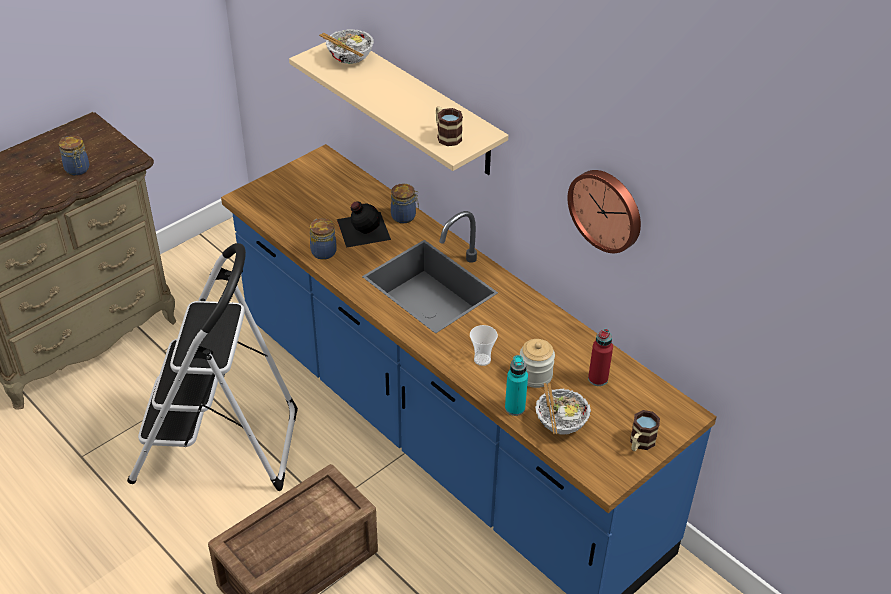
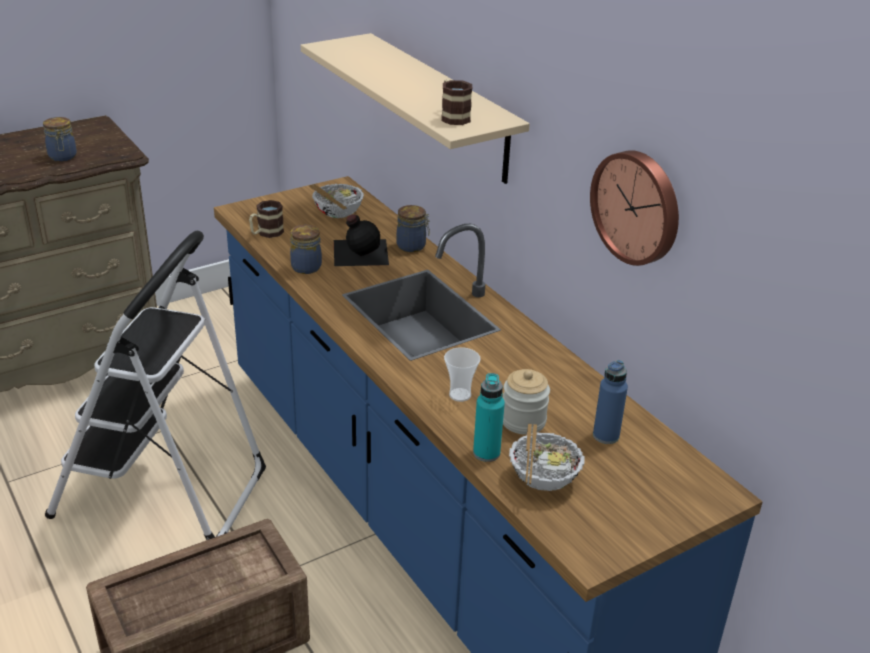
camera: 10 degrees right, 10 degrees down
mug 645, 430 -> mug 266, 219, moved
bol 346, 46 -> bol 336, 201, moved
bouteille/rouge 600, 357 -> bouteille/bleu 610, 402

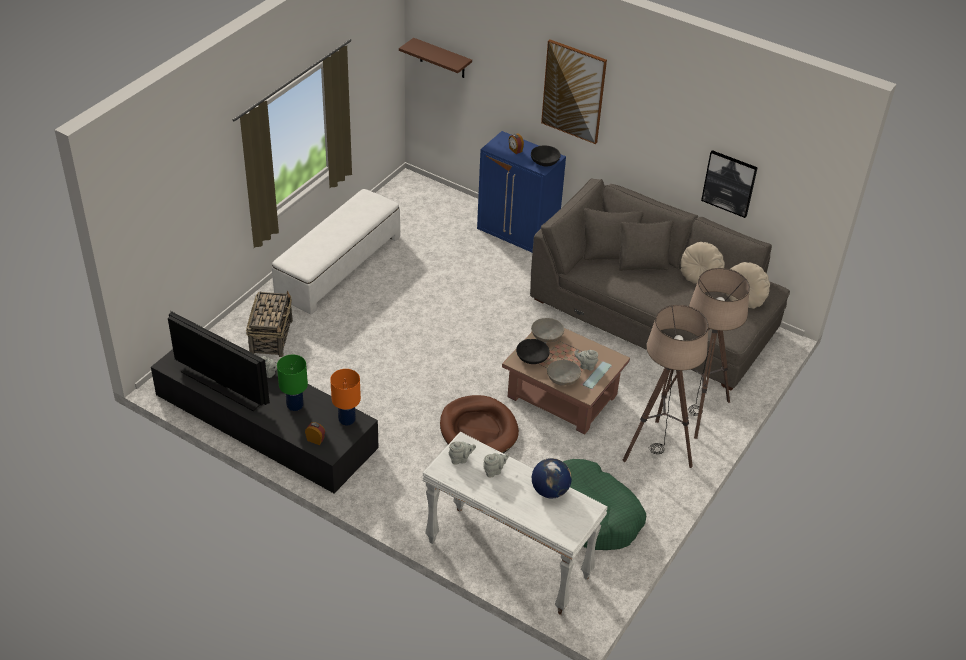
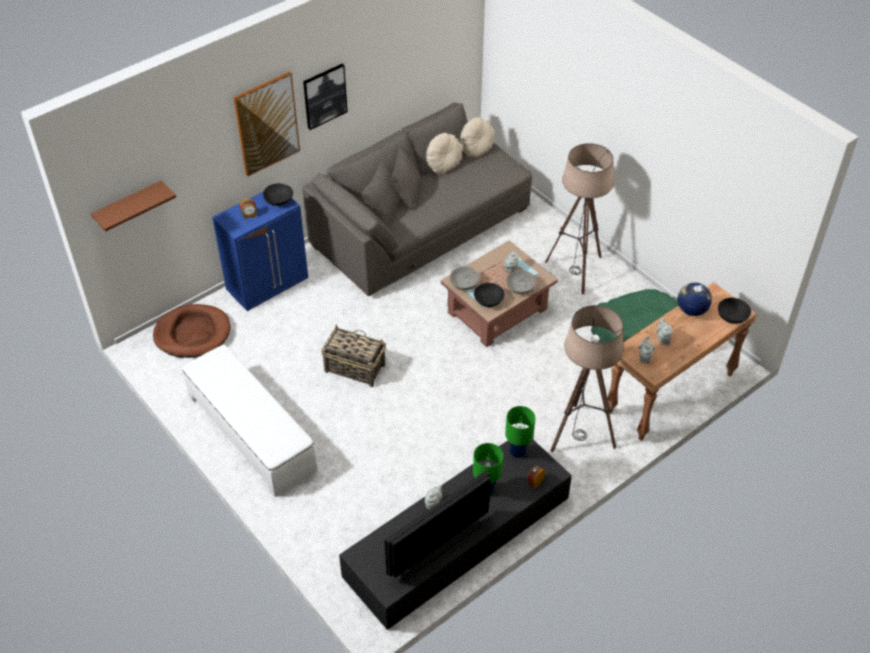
camera: 70 degrees left, 5 degrees up
panier pour chien/marron 479, 424 -> panier pour chien/marron 191, 331, moved
tableau 729, 184 -> tableau 325, 97, moved
panier 269, 324 -> panier 353, 356, moved
lampe de table/orange 345, 397 -> lampe de table/vert 520, 432
lampadaire 708, 353 -> lampadaire 586, 378, moved
table console/blanc 515, 523 -> table console/marron 682, 361
none -> bol/noir 734, 311

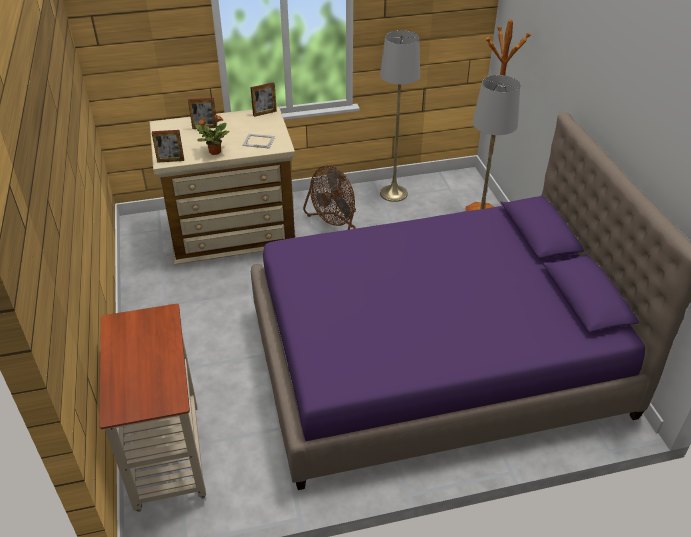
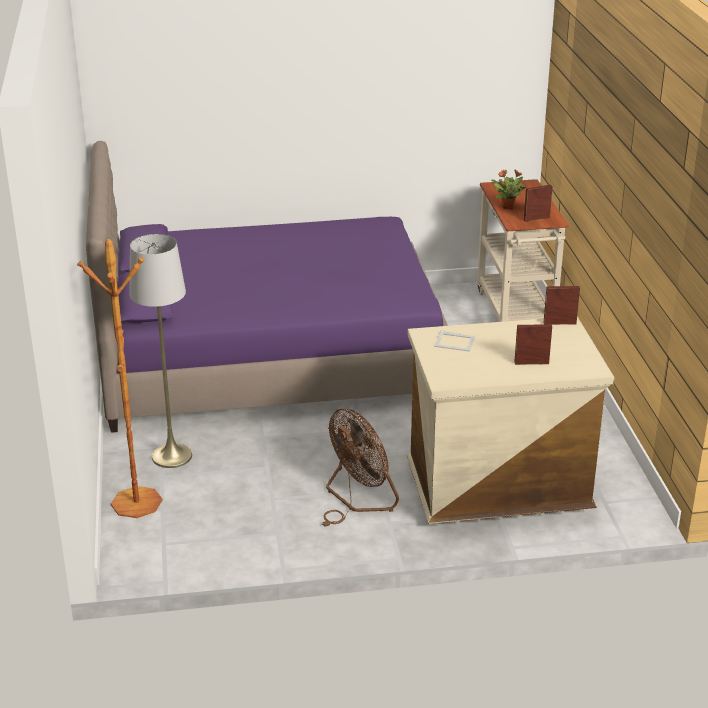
camera: 175 degrees left, 10 degrees down
plante en pot 212, 134 -> plante en pot 509, 189, moved
cadre photo 263, 99 -> cadre photo 538, 203, moved
lampadaire/gris 400, 116 -> none

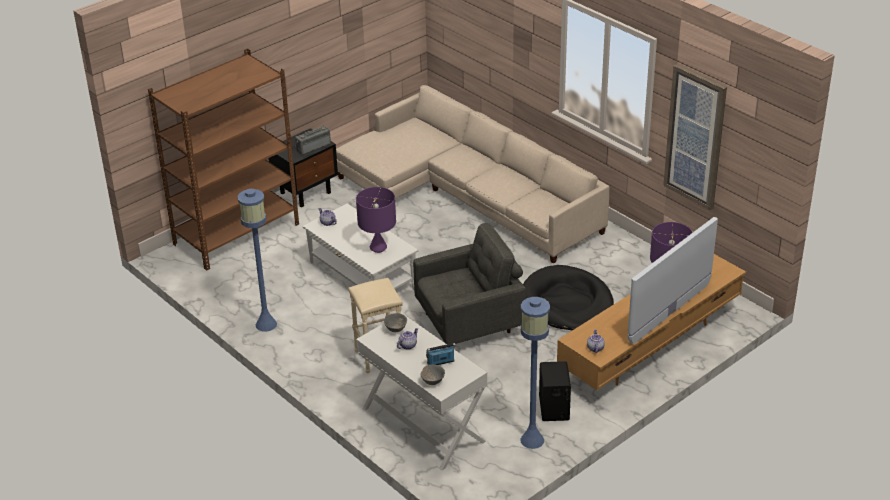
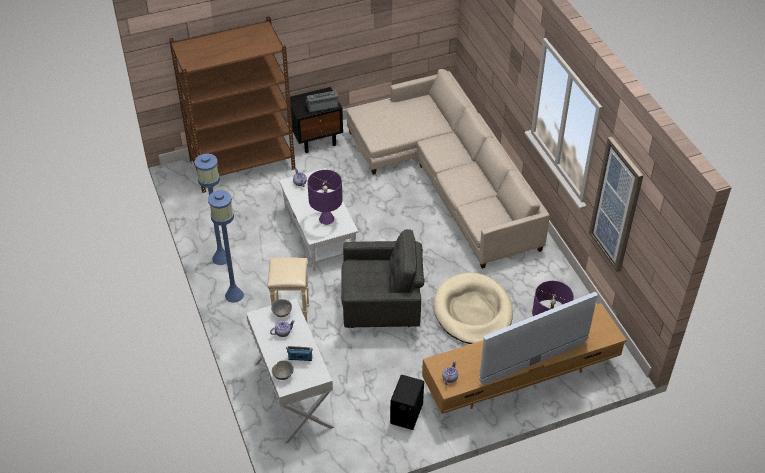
camera: 20 degrees right, 10 degrees up
lampadaire/bleu 535, 373 -> lampadaire/bleu 226, 246, moved
panier pour chien/noir 568, 297 -> panier pour chien/beige 473, 308

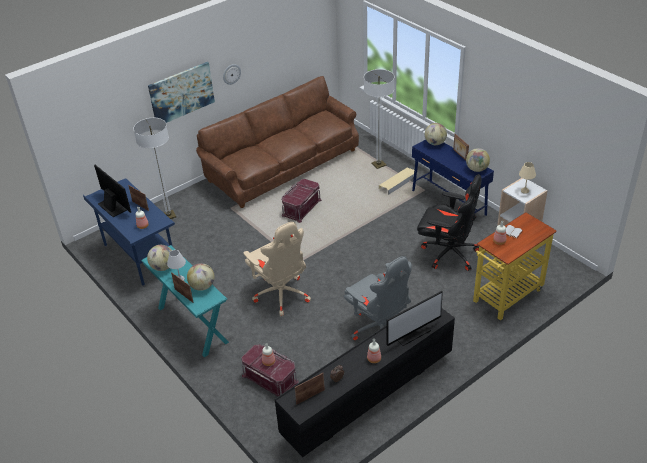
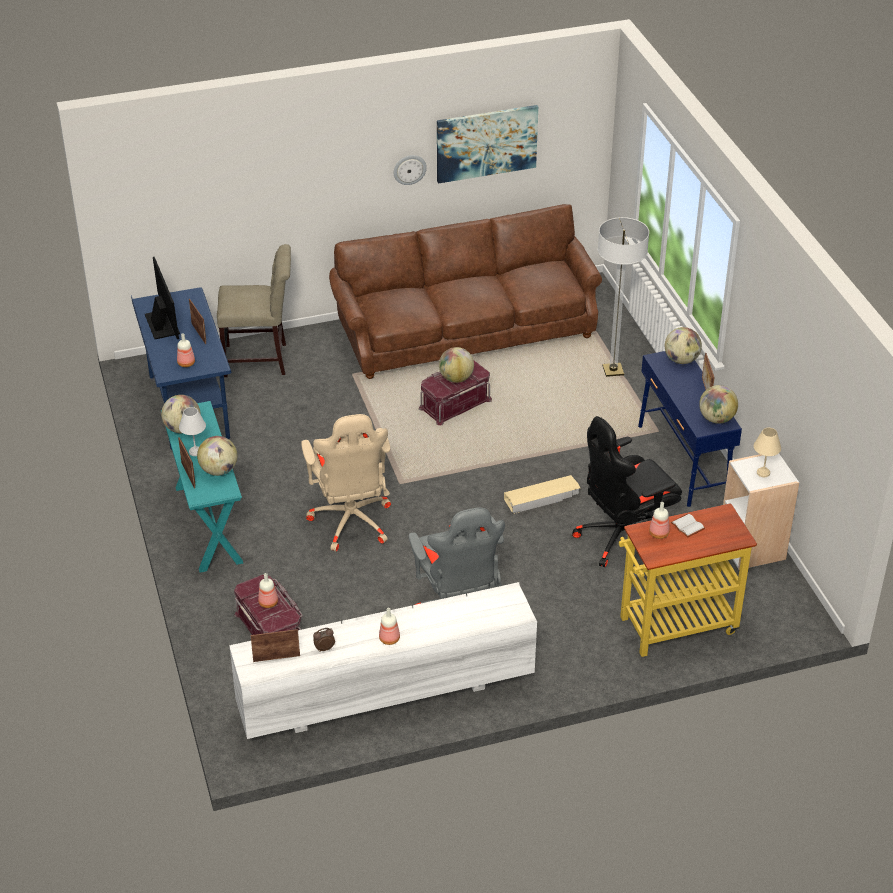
camera: 20 degrees right, 0 degrees up
lampadaire 154, 168 -> chaise/beige 254, 310
meuble de rangement/noir 365, 377 -> meuble de rangement/blanc 383, 660
tableau 181, 92 -> tableau 487, 144, moved
none -> globe 456, 365
boîte de rangement/beige 396, 181 -> boîte de rangement/beige 542, 494, moved
chaise de bureau/noir 449, 222 -> chaise de bureau/noir 627, 491, 105 degrees clockwise
écran d'ordinateur 415, 318 -> none

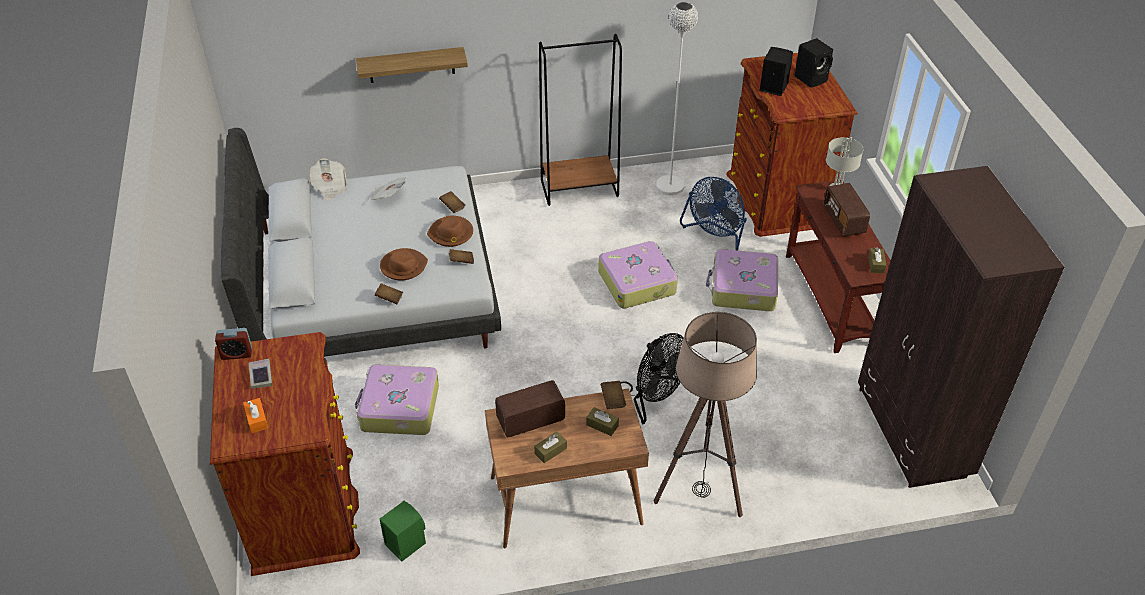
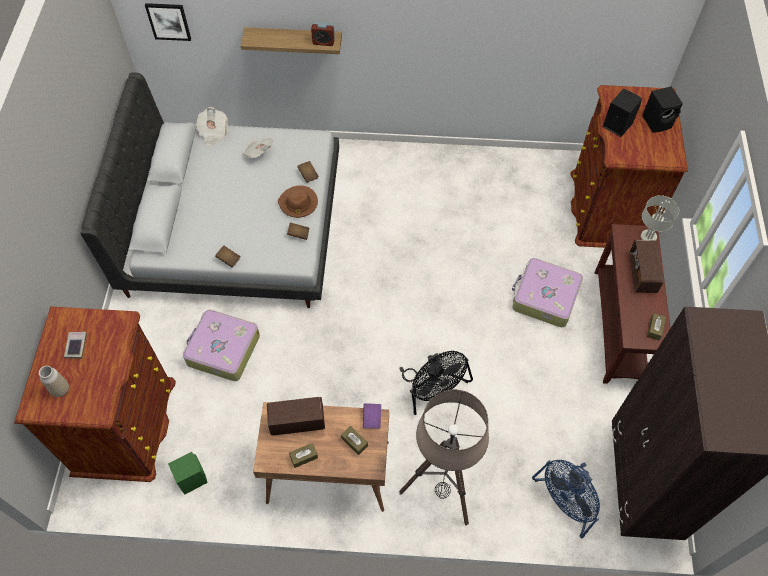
camera: 15 degrees right, 15 degrees up
boîte à mouchoirs/orange 255, 415 -> vase 54, 381
none -> tableau 168, 22
réveil 233, 344 -> réveil 323, 34, moved
livre/marron 613, 395 -> livre/violet 372, 416
ventilateur/bleu 713, 213 -> ventilateur/bleu 566, 499, moved
chapeau/marron 404, 264 -> none
portant 580, 120 -> none
valise 638, 275 -> none
lampadaire/blanc 677, 98 -> none

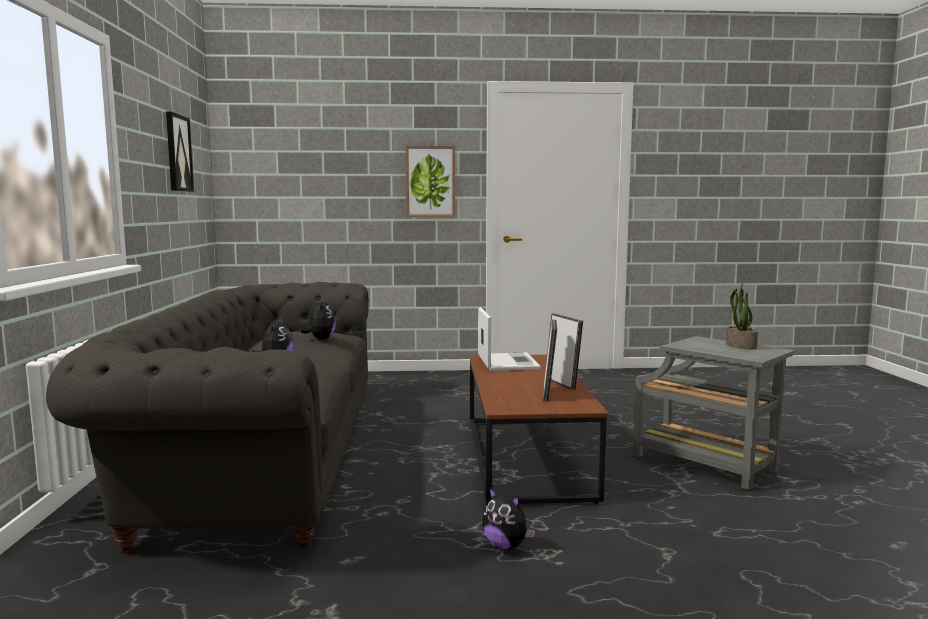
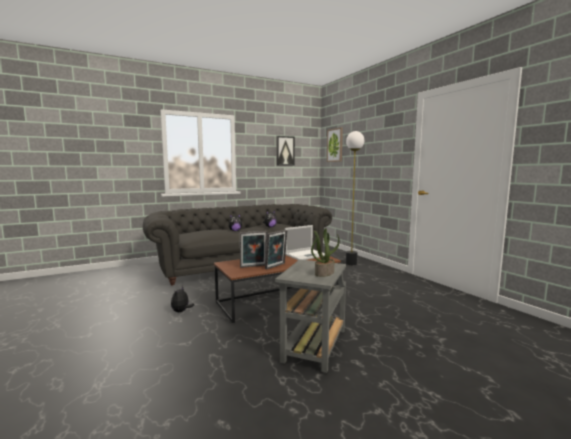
camera: 65 degrees right, 0 degrees up
tableau 430, 181 -> tableau 335, 144, moved
none -> lampadaire 355, 198

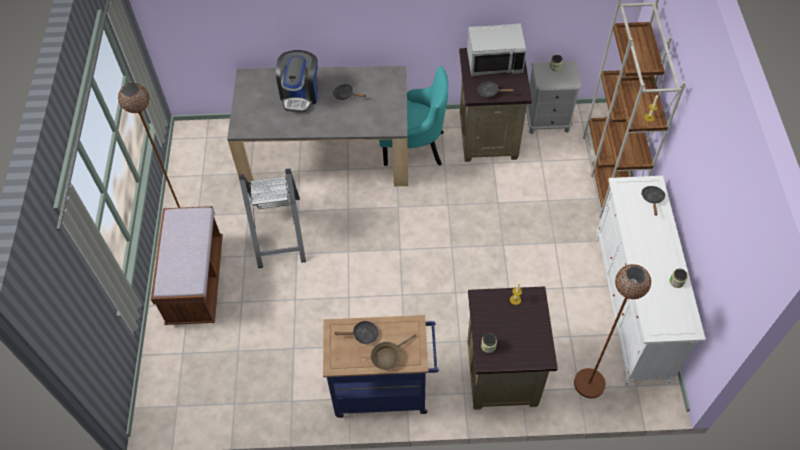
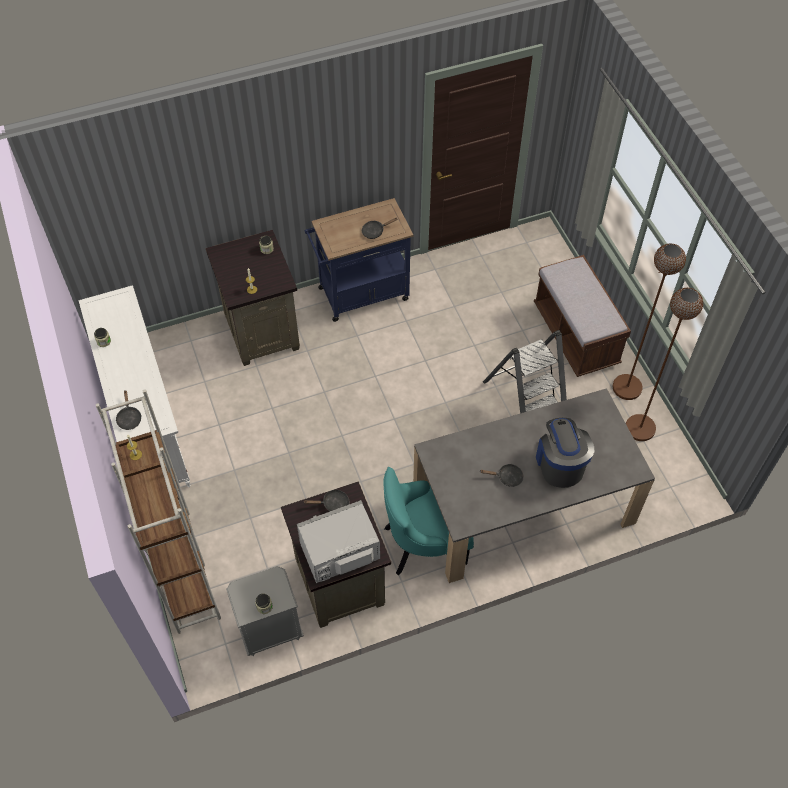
camera: 160 degrees right, 0 degrees up
lampadaire/marron 612, 331 -> lampadaire/marron 664, 364, moved
poêle/marron 394, 352 -> none

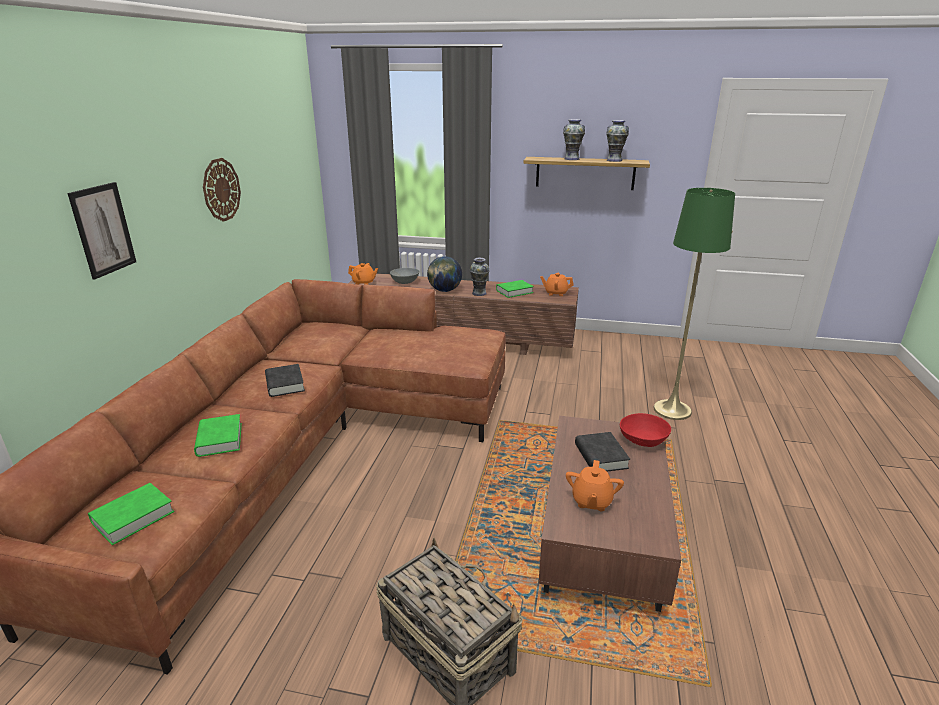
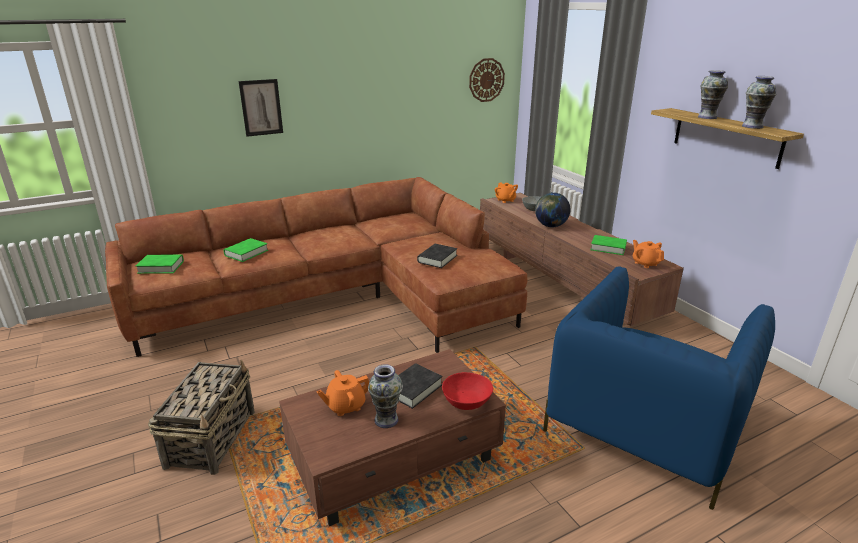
camera: 50 degrees right, 0 degrees up
vase 480, 277 -> vase 385, 396, moved
livre/noir 285, 380 -> livre/noir 437, 256, moved
horloge murale 222, 190 -> horloge murale 487, 80, moved
lampadaire/vert 694, 304 -> fauteuil/bleu 659, 388

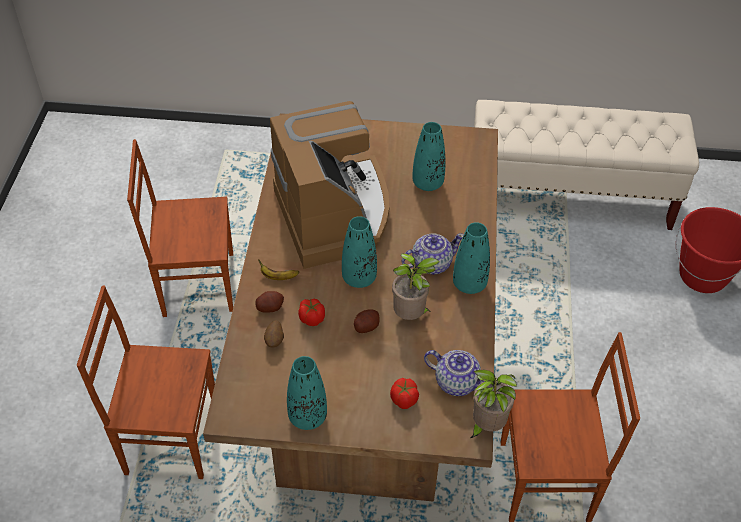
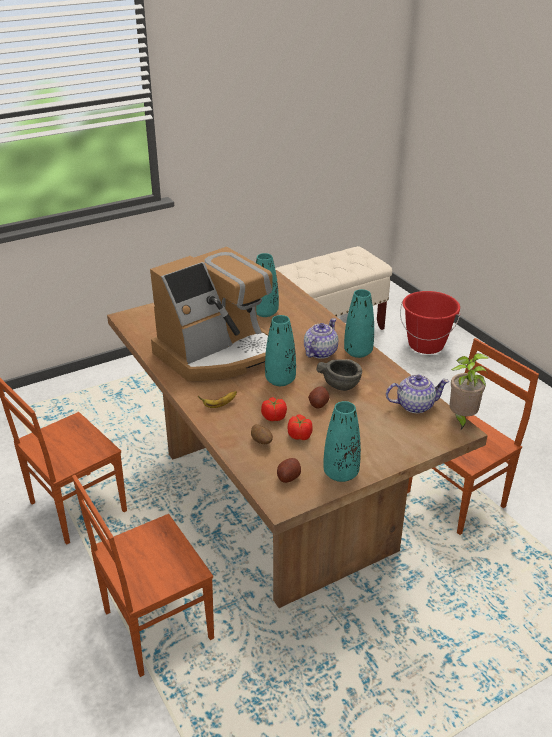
camera: 35 degrees left, 15 degrees down
machine à café 329, 185 -> machine à café 211, 314, 105 degrees clockwise
pomme de terre 270, 302 -> pomme de terre 289, 470, moved
tomate 404, 393 -> tomate 300, 427, moved
plante en pot 415, 286 -> bol/gris 339, 375

